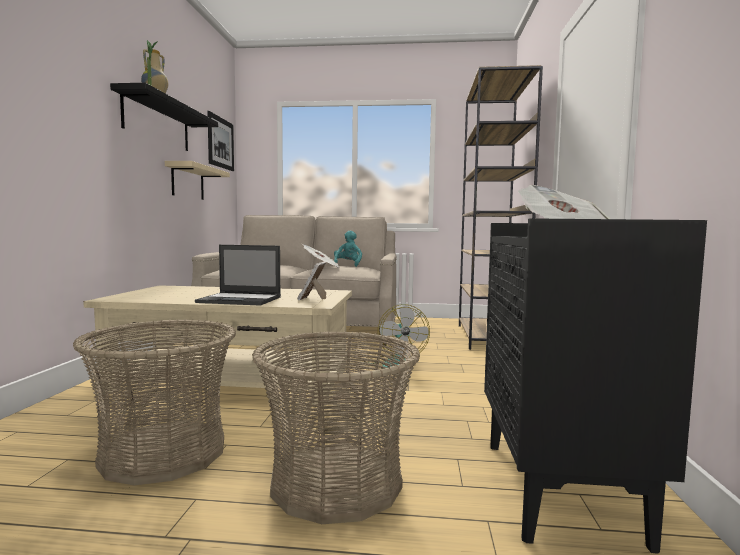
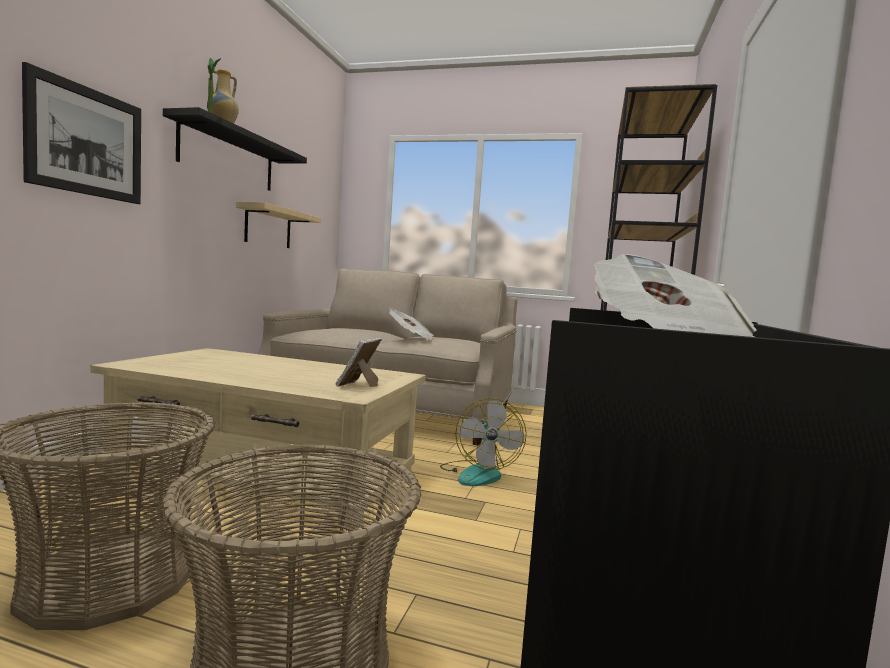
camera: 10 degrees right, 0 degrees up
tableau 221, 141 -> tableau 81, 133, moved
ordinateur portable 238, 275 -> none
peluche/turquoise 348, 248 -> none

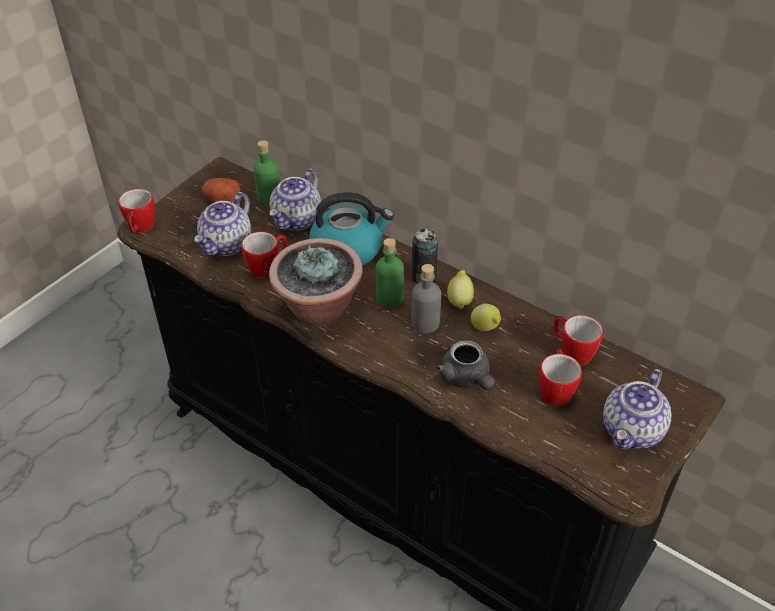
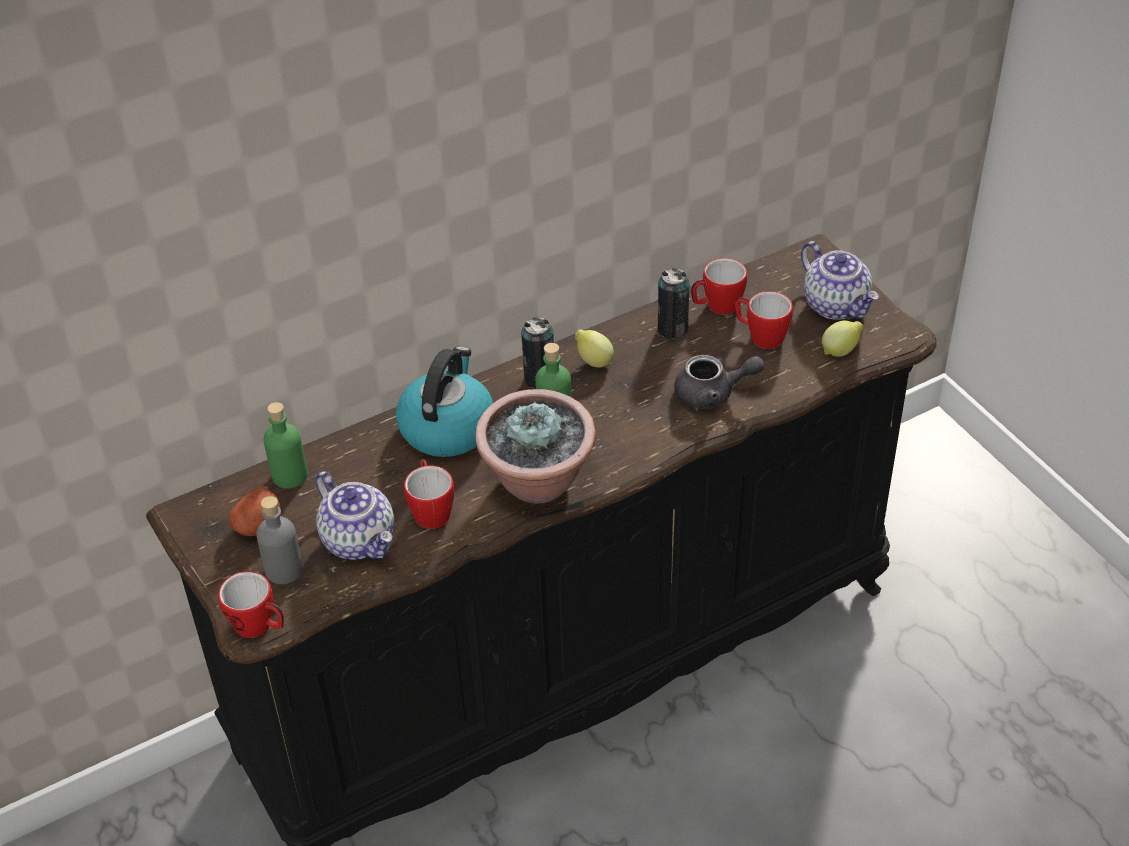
camera: 65 degrees left, 0 degrees up
bouteille/gris 426, 298 -> bouteille/gris 279, 540, moved
none -> boîte métallique 673, 303
citron 486, 317 -> citron 843, 339, moved
théière 295, 199 -> none

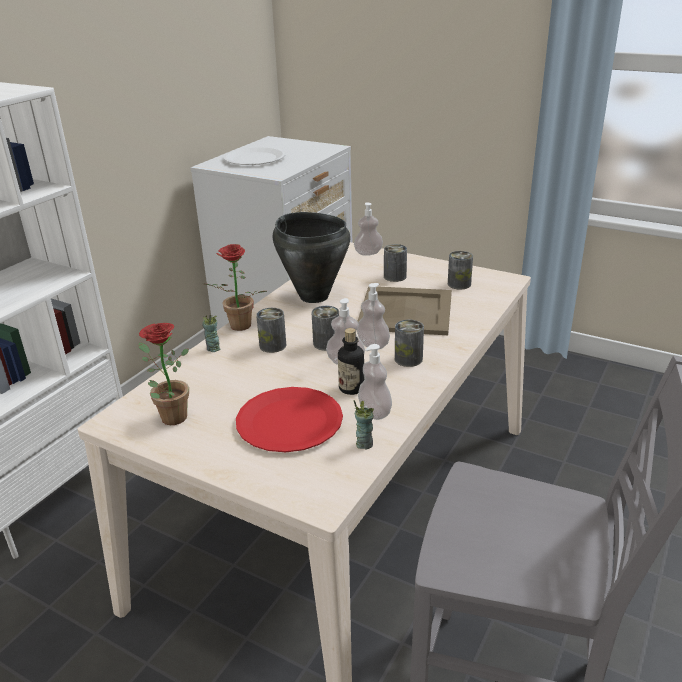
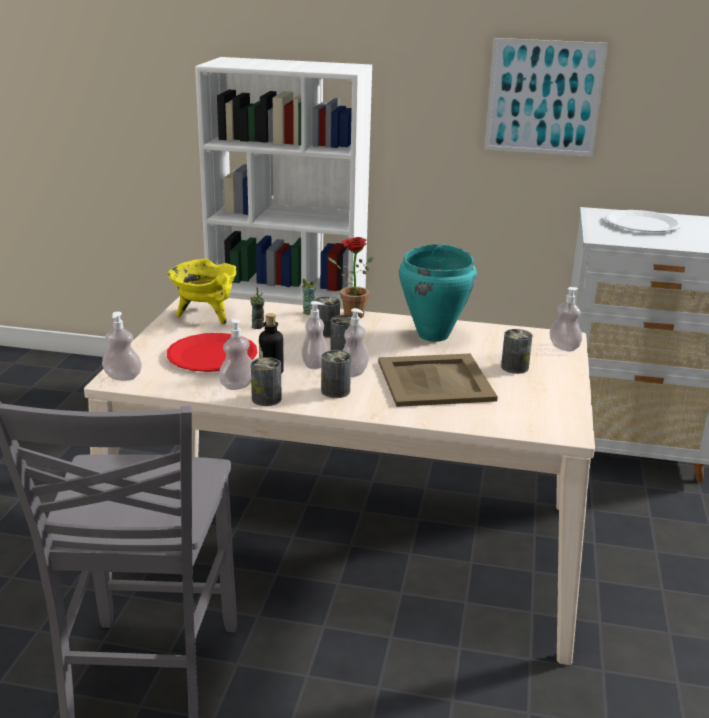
camera: 70 degrees right, 5 degrees down
none -> distributeur de savon 122, 346
plante en pot 163, 374 -> marmite/jaune 201, 291
tasse 364, 425 -> tasse 256, 308, moved
boîte métallique 460, 270 -> boîte métallique 266, 381, moved
marmite/noir 311, 257 -> marmite/turquoise 438, 293
none -> tableau 546, 97

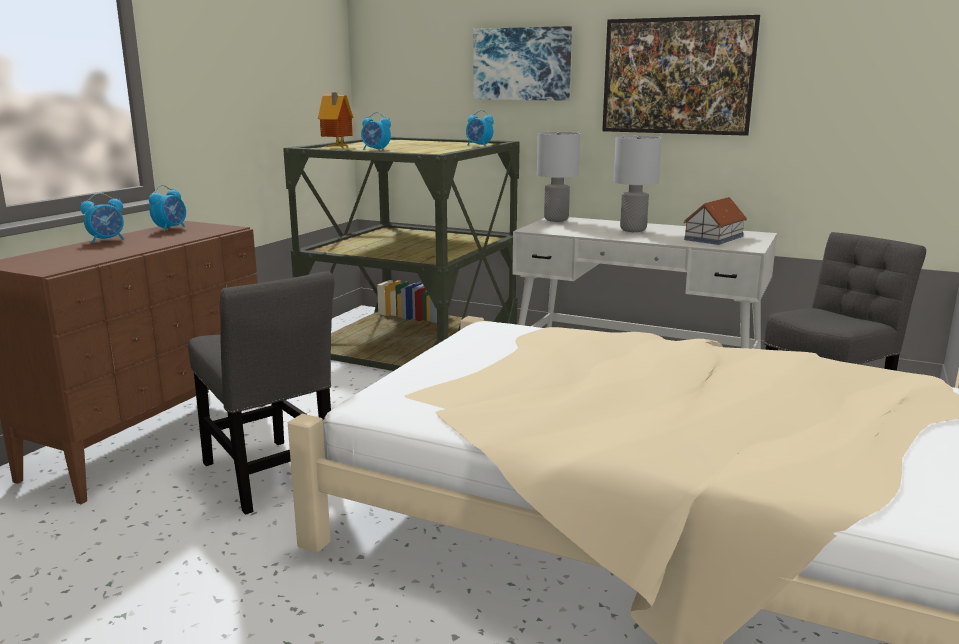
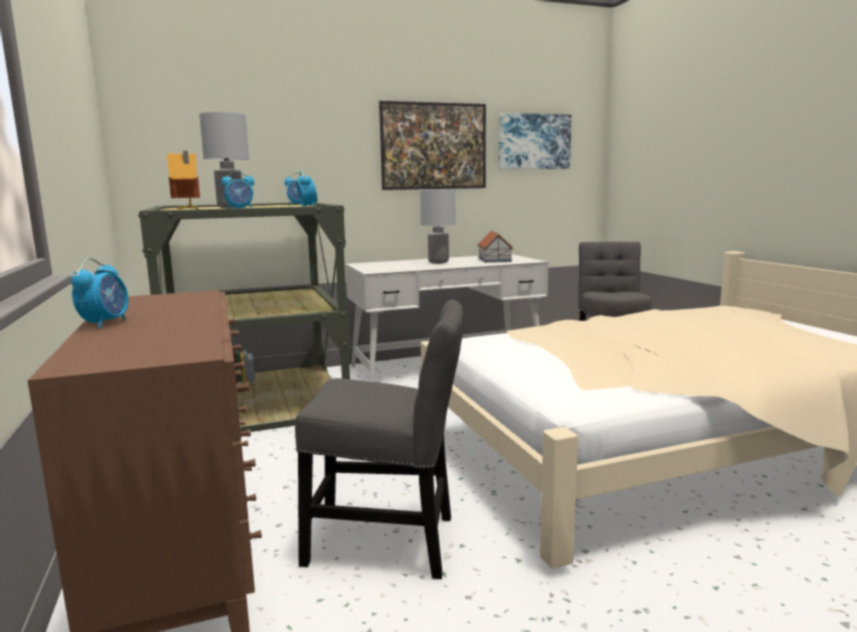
camera: 45 degrees left, 5 degrees down
lampe de table/gris 558, 177 -> lampe de table/gris 224, 160, moved
réveil 167, 208 -> réveil 306, 188, moved
tableau 522, 63 -> tableau 535, 141, moved

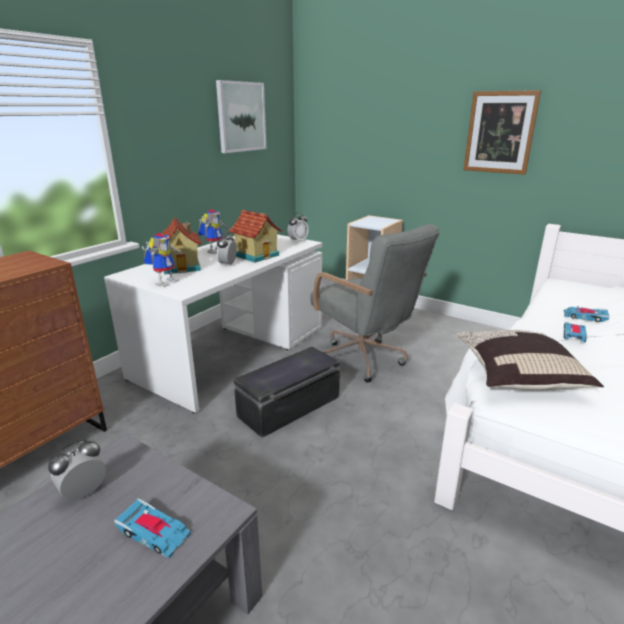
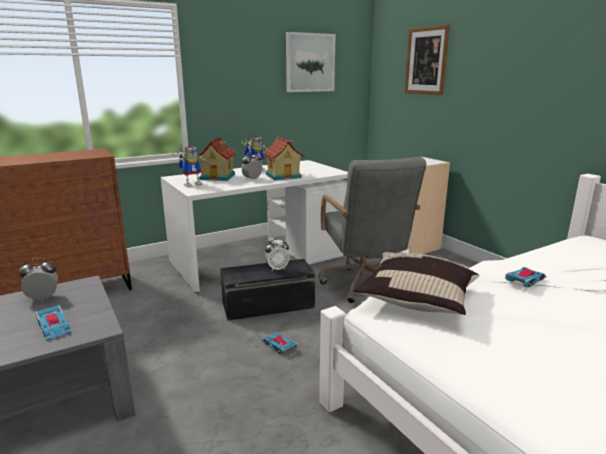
camera: 25 degrees right, 5 degrees down
petite voiture 587, 314 -> petite voiture 280, 344, moved
réveil 298, 228 -> réveil 277, 255, moved
tableau 502, 132 -> tableau 427, 60, moved

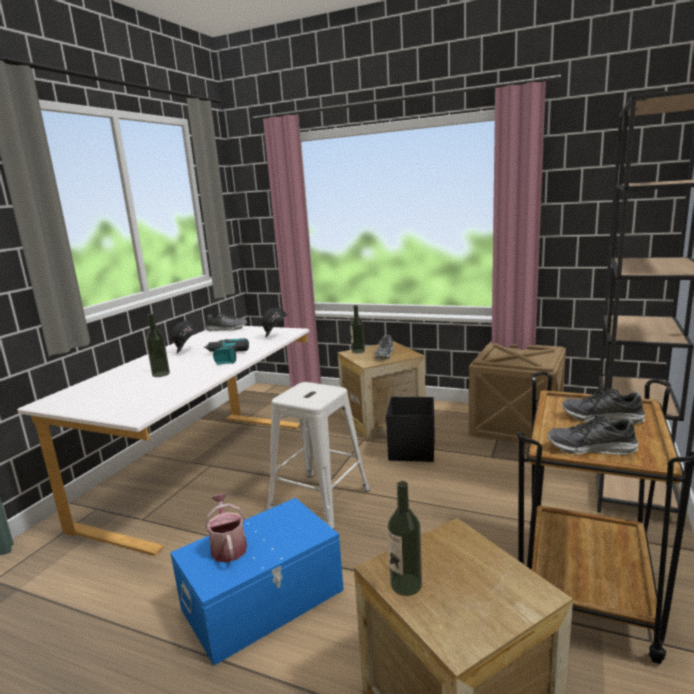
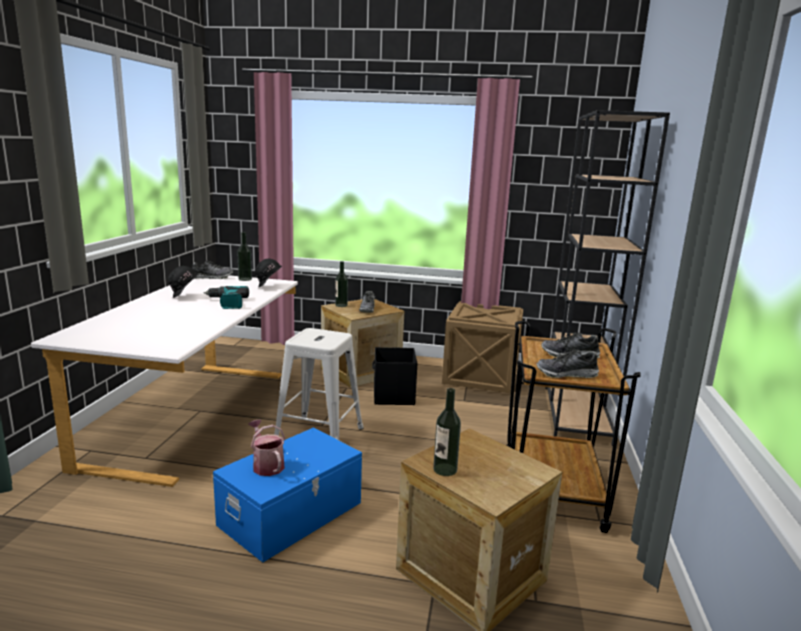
camera: 15 degrees left, 0 degrees up
bouteille 158, 345 -> bouteille 244, 256, moved

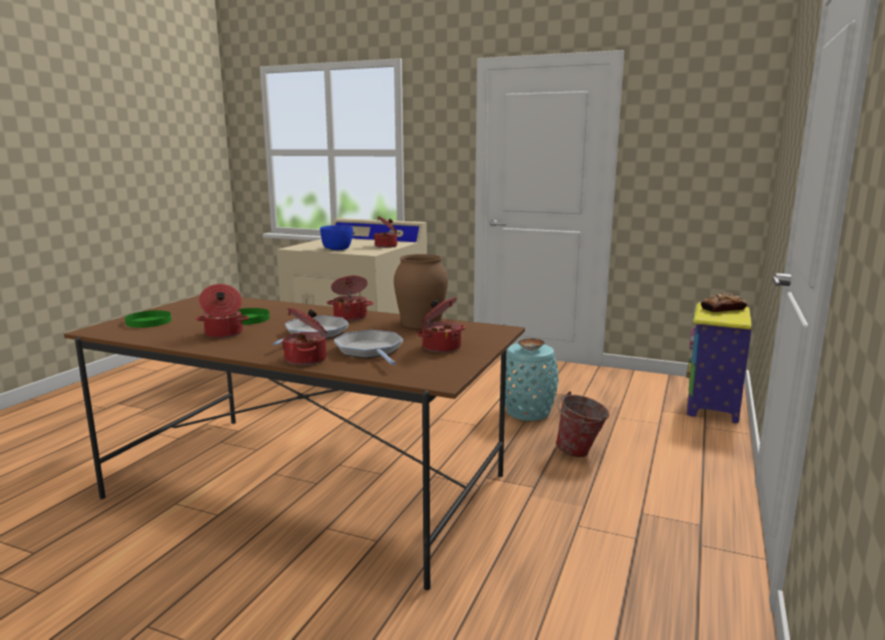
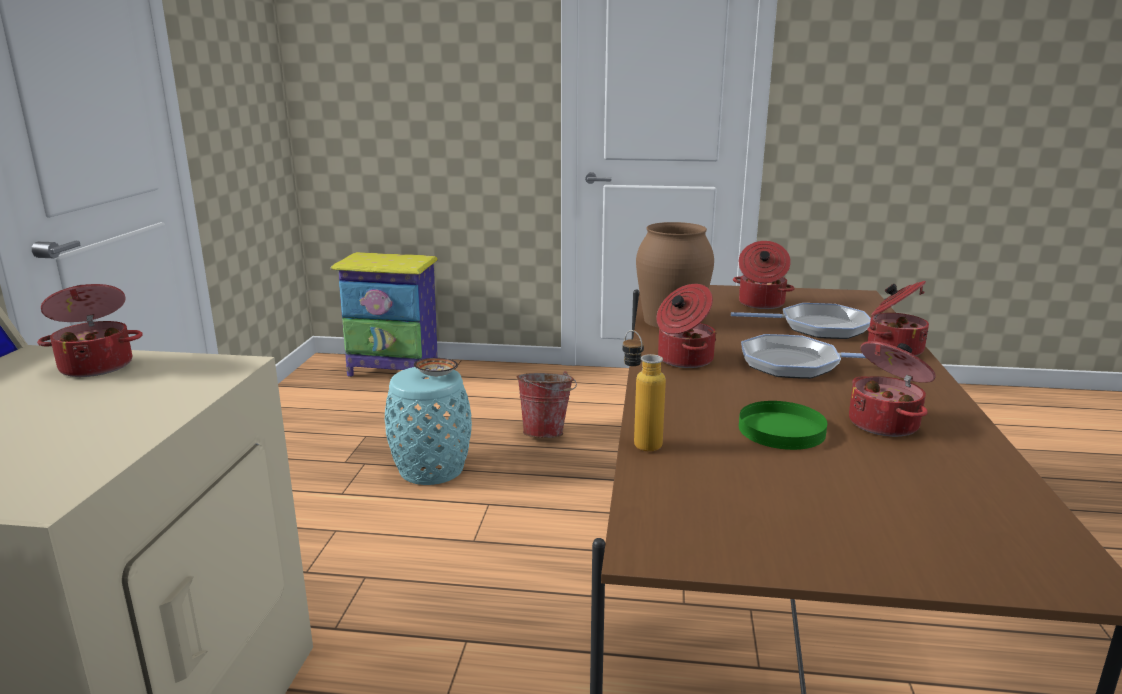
camera: 105 degrees left, 5 degrees up
none -> bouteille 644, 391
poêle 368, 347 -> poêle 801, 321, 135 degrees counterclockwise
assiette/vert 148, 319 -> none
bol/bleu 336, 237 -> none
pain 724, 302 -> none

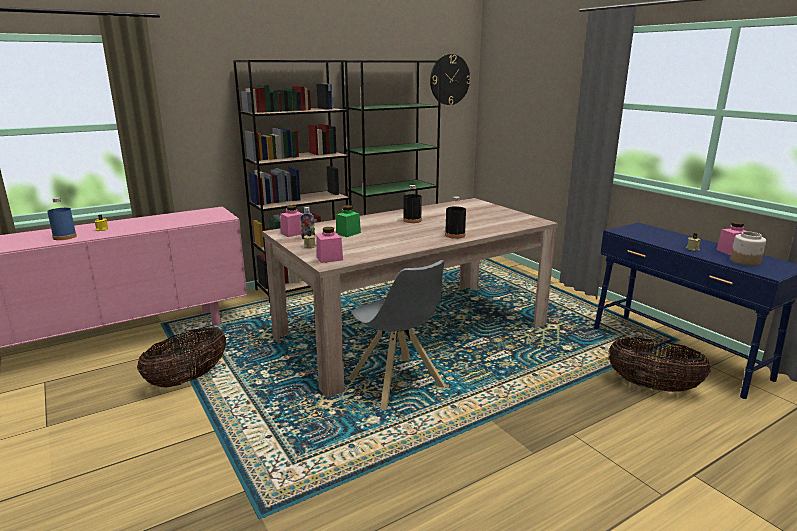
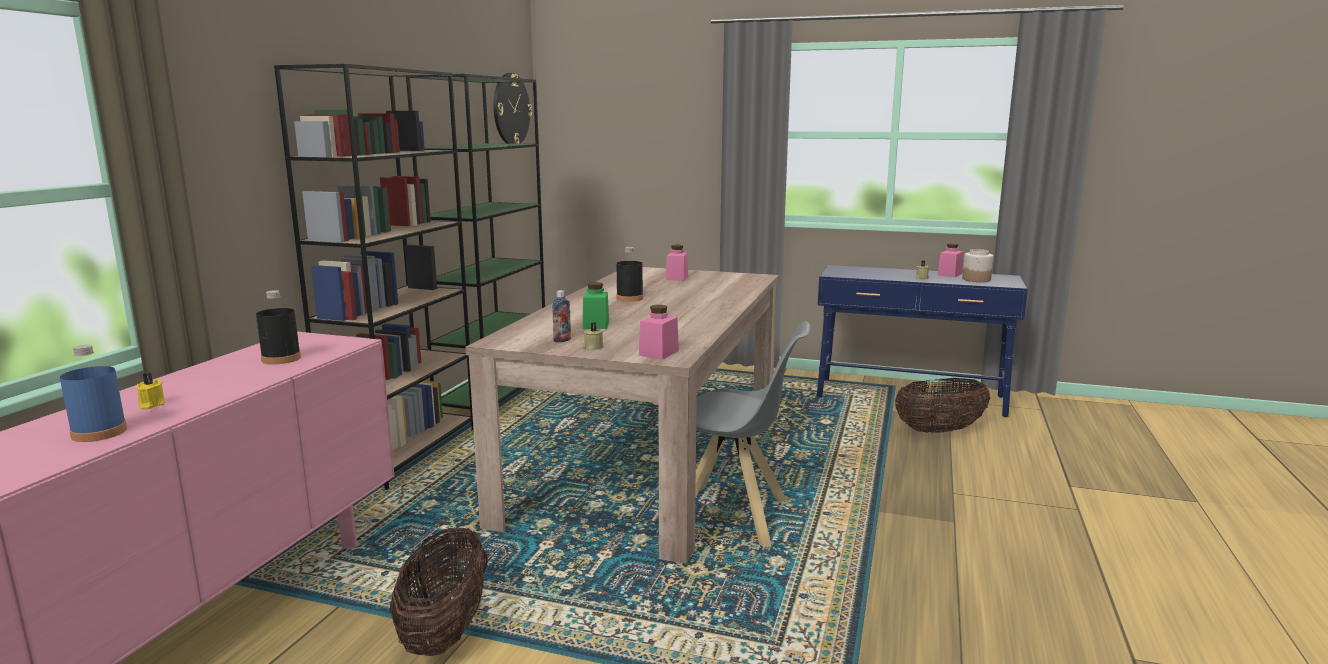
camera: 40 degrees left, 5 degrees down
bouteille/noir 455, 218 -> bouteille/noir 278, 327, moved
bocal/rose 291, 221 -> bocal/rose 677, 263, moved

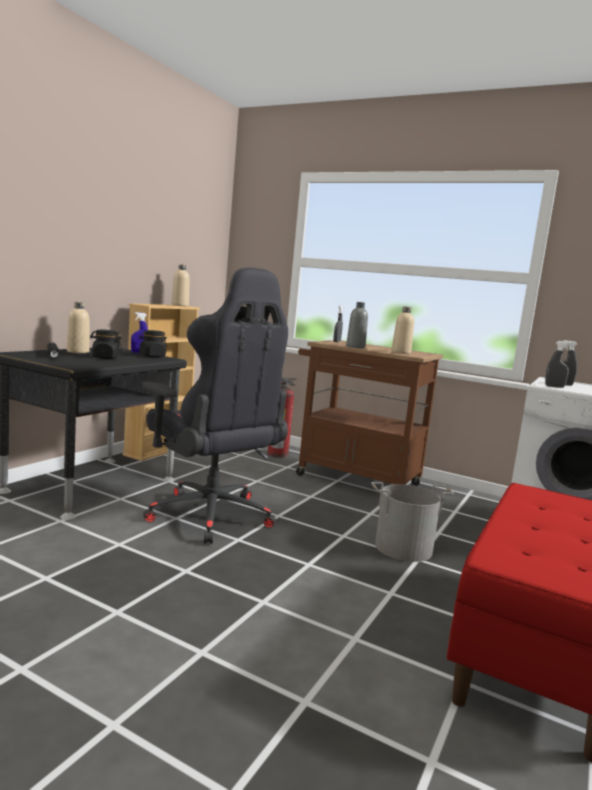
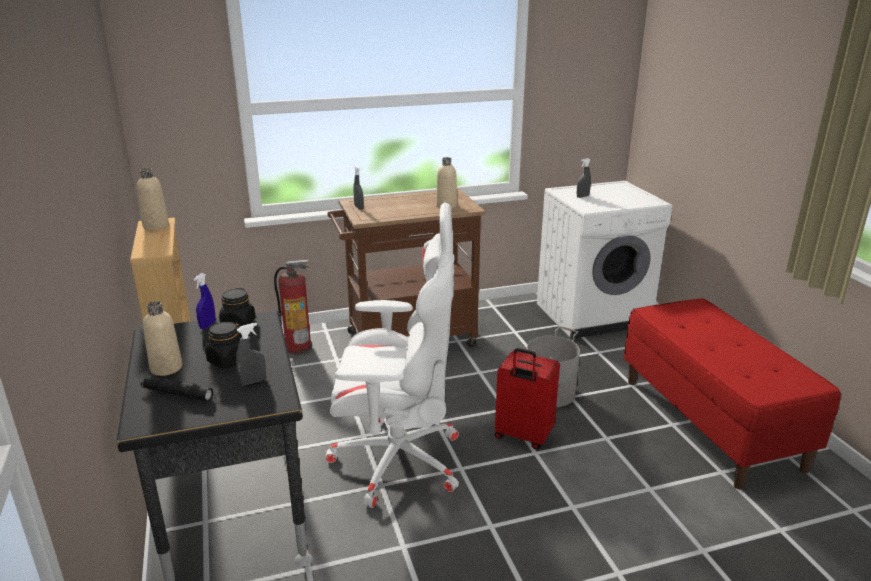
camera: 45 degrees left, 15 degrees up
vaporisateur/gris 558, 364 -> vaporisateur/gris 251, 354, moved
chaise de bureau/noir 215, 405 -> chaise de bureau/blanc 392, 355
none -> valise/rouge 527, 398
bouteille/gris 357, 325 -> none

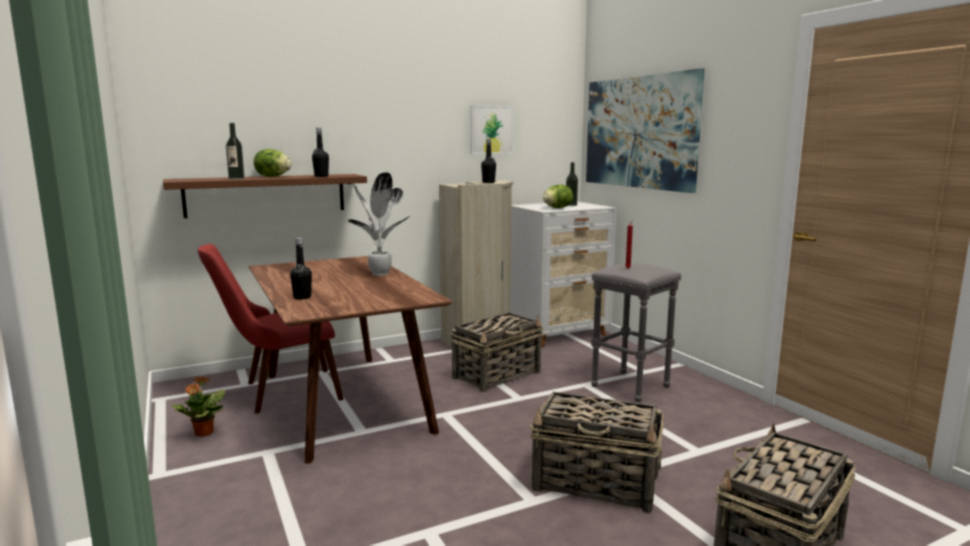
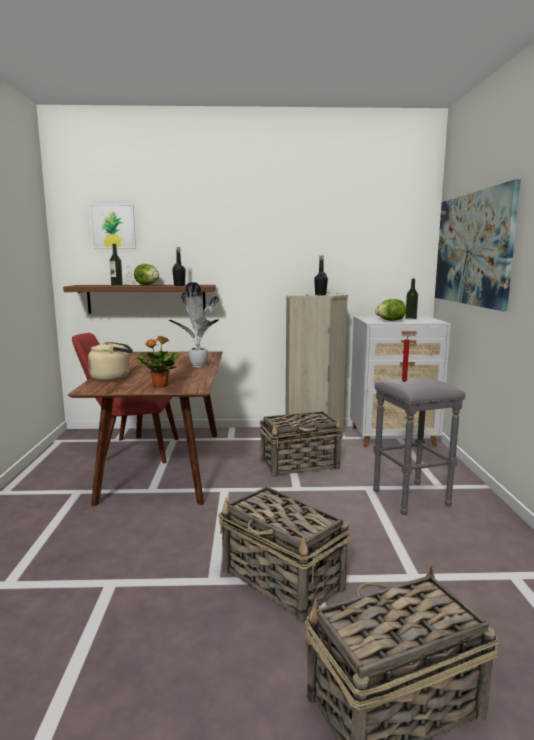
camera: 25 degrees right, 0 degrees up
bouteille/noir 301, 269 -> bouilloire/beige 110, 361
tableau 492, 129 -> tableau 112, 226, moved
plante en pot 198, 406 -> plante en pot 157, 361, moved

